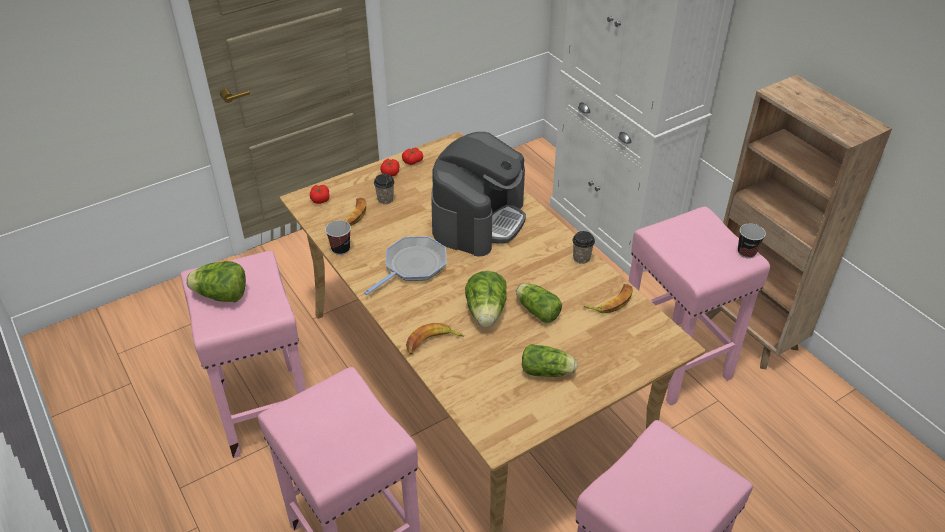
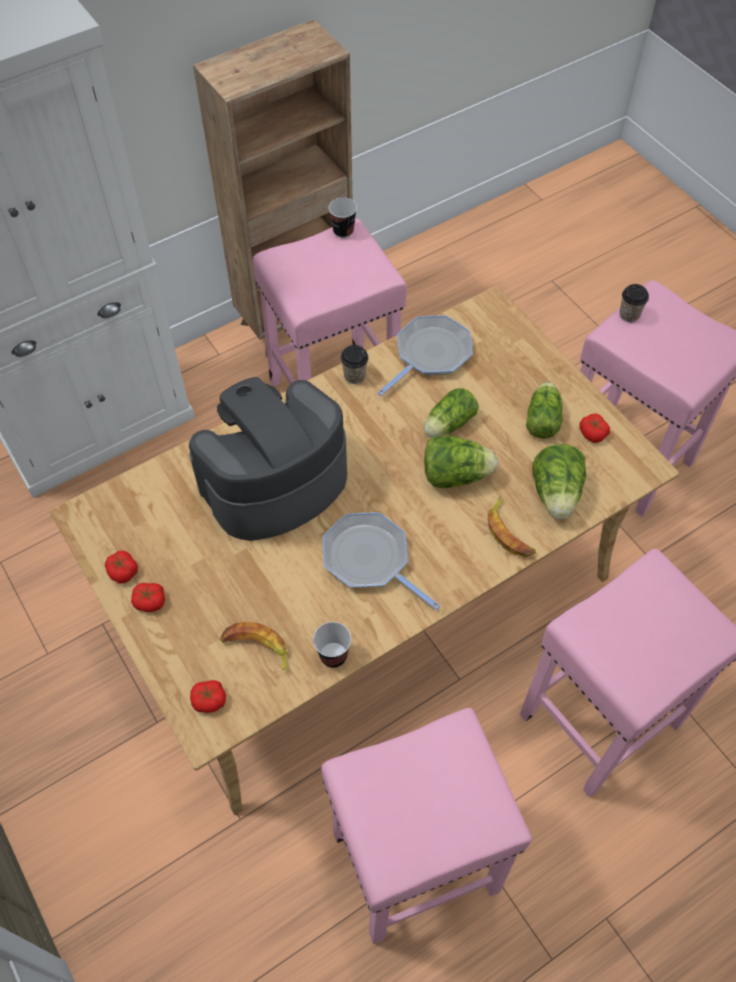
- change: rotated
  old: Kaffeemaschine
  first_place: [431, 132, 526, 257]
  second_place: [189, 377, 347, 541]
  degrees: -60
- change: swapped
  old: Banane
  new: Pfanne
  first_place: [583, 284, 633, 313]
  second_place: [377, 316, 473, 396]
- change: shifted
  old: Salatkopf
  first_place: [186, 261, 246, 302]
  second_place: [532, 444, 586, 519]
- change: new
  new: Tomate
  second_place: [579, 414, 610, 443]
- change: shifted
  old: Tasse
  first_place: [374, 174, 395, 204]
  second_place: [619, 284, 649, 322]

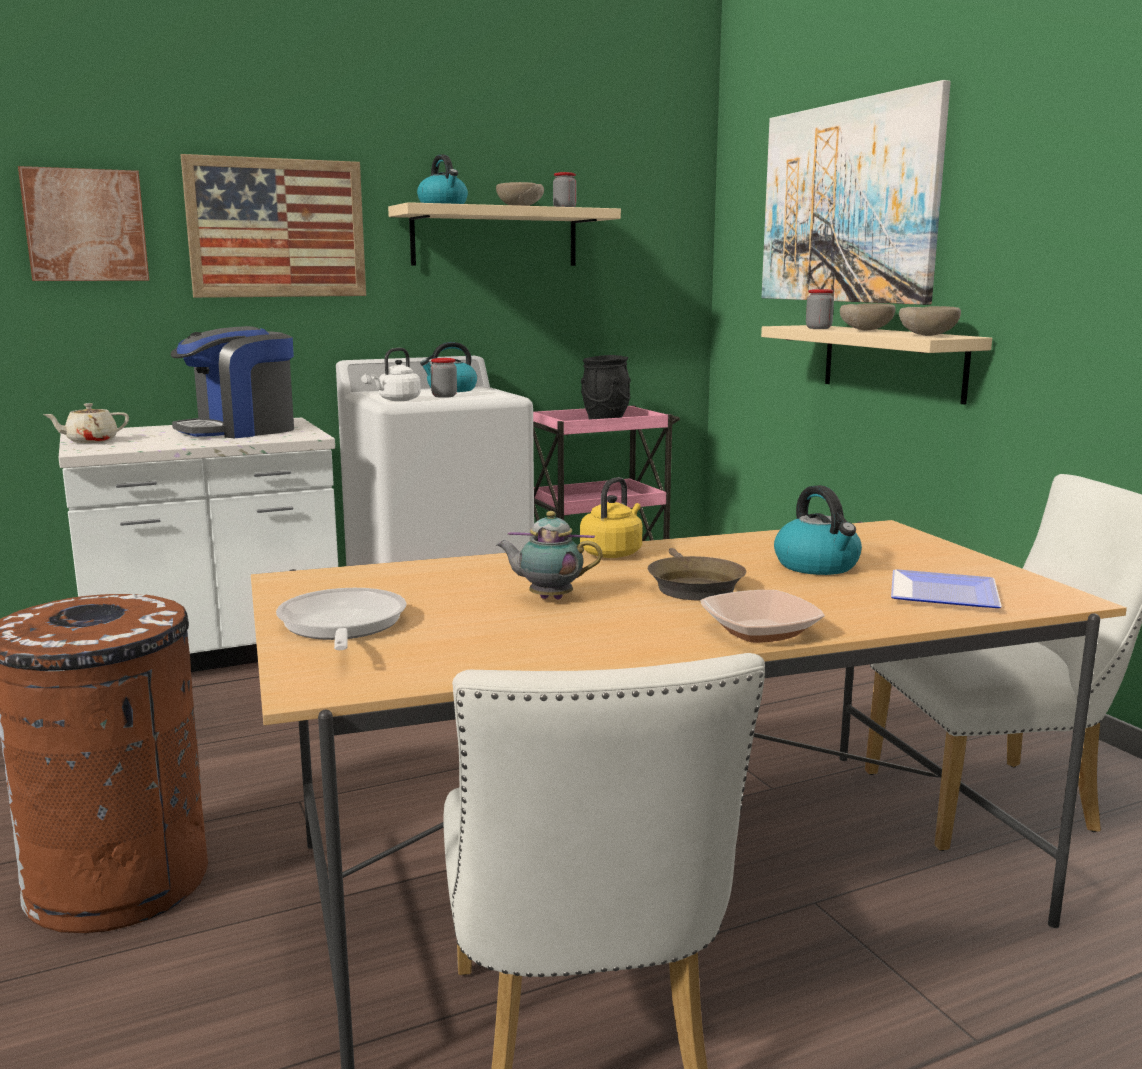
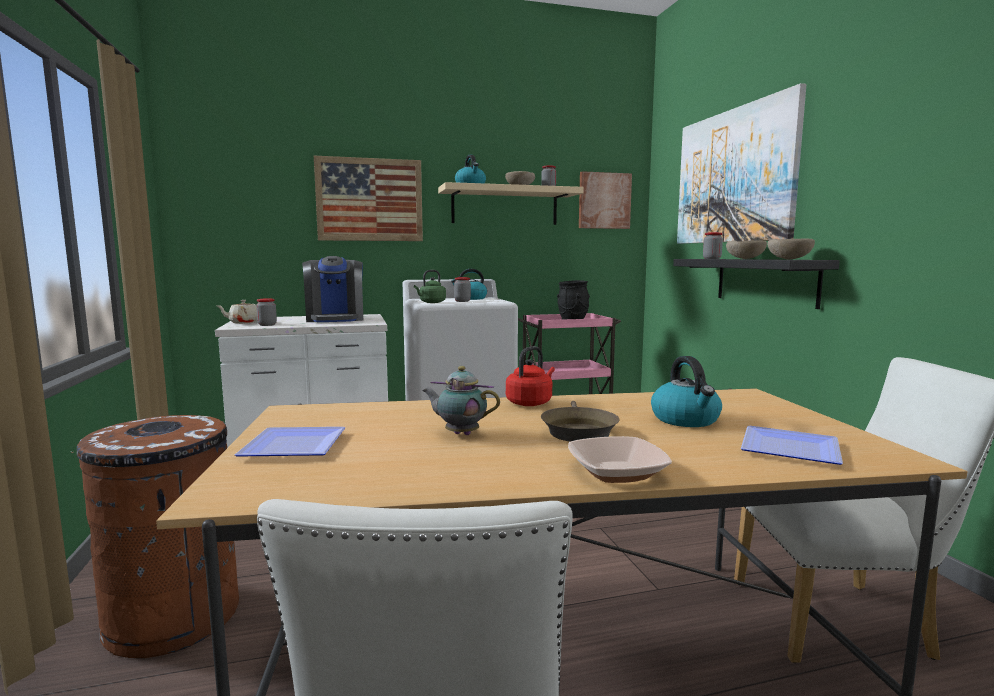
- change: swapped
  old: Pfanne
  new: Teller
  first_place: [276, 588, 406, 650]
  second_place: [235, 427, 346, 457]
- change: new
  new: Vorratsglas
  second_place: [256, 298, 277, 326]
- change: rotated
  old: Kaffeemaschine
  first_place: [171, 326, 294, 438]
  second_place: [302, 256, 363, 322]
  degrees: -75
- change: repainted
  old: Wasserkessel (weiß)
  new: Wasserkessel (grün)
  first_place: [371, 348, 421, 401]
  second_place: [414, 270, 446, 303]
- change: repainted
  old: Wasserkessel (gelb)
  new: Wasserkessel (rot)
  first_place: [580, 477, 642, 558]
  second_place: [506, 346, 555, 406]
- change: shifted
  old: Bild
  first_place: [18, 166, 149, 281]
  second_place: [579, 171, 632, 229]
- change: repainted
  old: Wandregal (beige)
  new: Wandregal (schwarz)
  first_place: [761, 325, 992, 405]
  second_place: [673, 259, 840, 309]

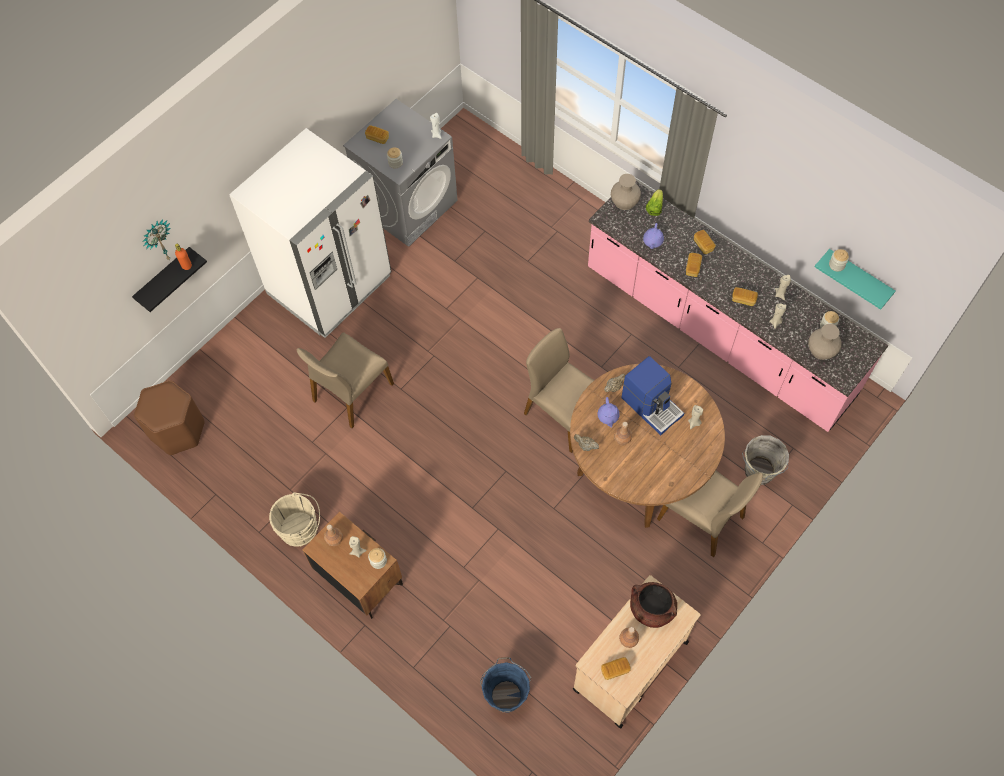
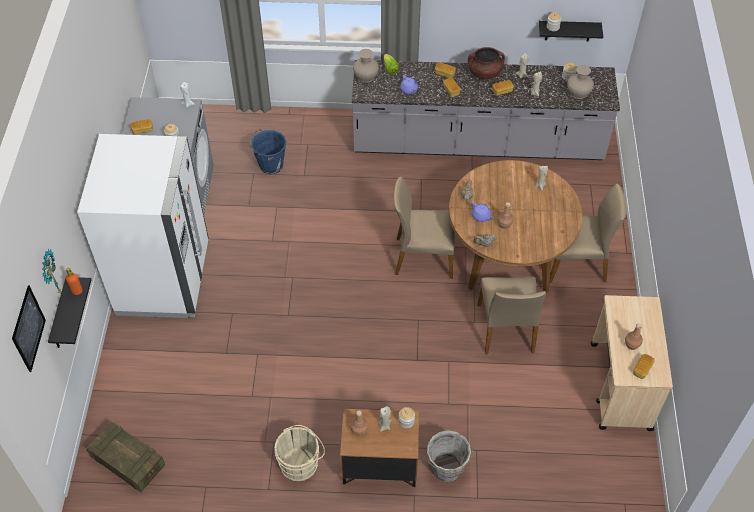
- change: new
  new: Bild
  second_place: [12, 285, 46, 372]
- change: swapped
  old: Hocker (braun)
  new: Kiste
  first_place: [134, 380, 205, 455]
  second_place: [87, 422, 165, 492]
- change: shifted
  old: Eimer (blau)
  first_place: [480, 657, 531, 712]
  second_place: [250, 129, 287, 174]
- change: repainted
  old: Küchenzeile (rosa)
  new: Küchenzeile (grau)
  first_place: [588, 181, 888, 432]
  second_place: [352, 60, 620, 160]
- change: shifted
  old: Eimer (grau)
  first_place: [742, 435, 789, 485]
  second_place: [427, 430, 473, 482]
- change: shifted
  old: Kochtopf (braun)
  first_place: [630, 582, 677, 628]
  second_place: [468, 47, 505, 79]
- change: shifted
  old: Stuhl (beige)
  first_place: [297, 332, 394, 428]
  second_place: [477, 276, 546, 354]
- change: repainted
  old: Wandregal (türkis)
  new: Wandregal (schwarz)
  first_place: [815, 249, 895, 310]
  second_place: [539, 21, 603, 41]
- change: gone
  old: Kaffeemaschine
  first_place: [621, 356, 684, 435]

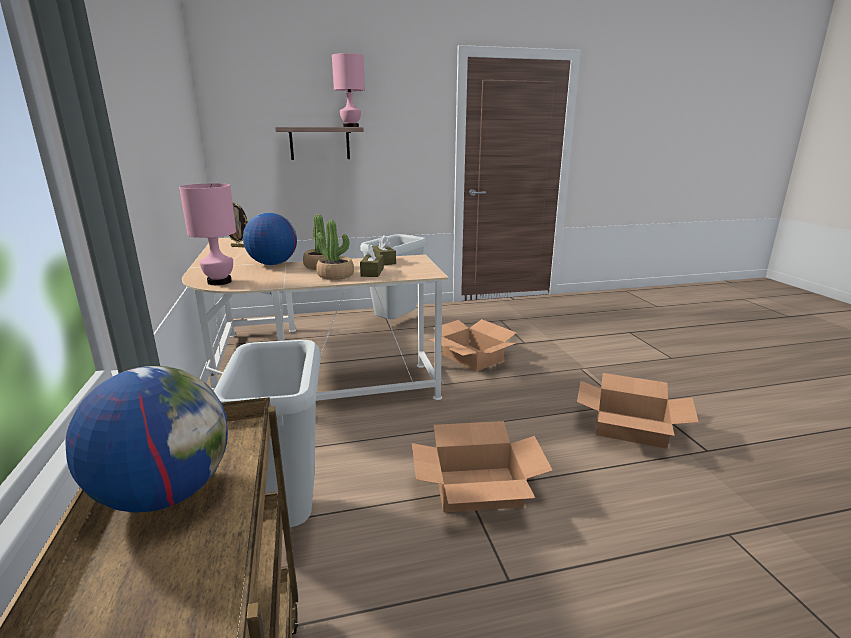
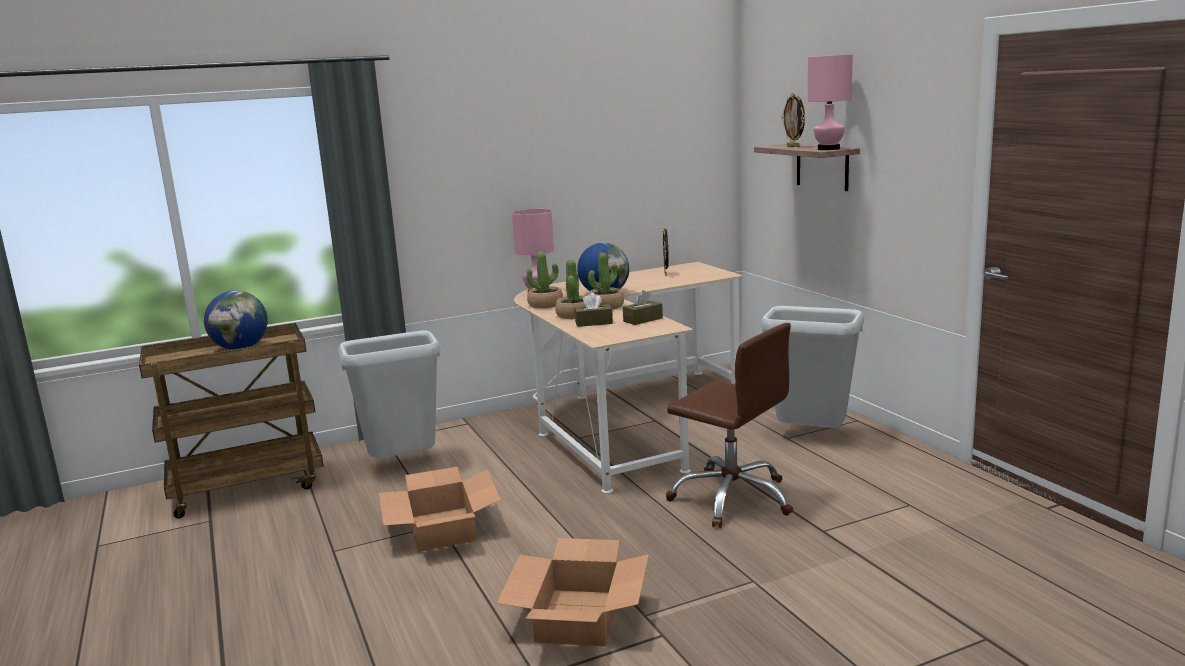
- change: new
  new: Topfpflanze
  second_place: [526, 252, 563, 308]
- change: swapped
  old: Karton
  new: Bürostuhl (braun)
  first_place: [429, 319, 516, 372]
  second_place: [666, 323, 793, 528]
- change: new
  new: Bilderrahmen
  second_place: [782, 93, 805, 147]

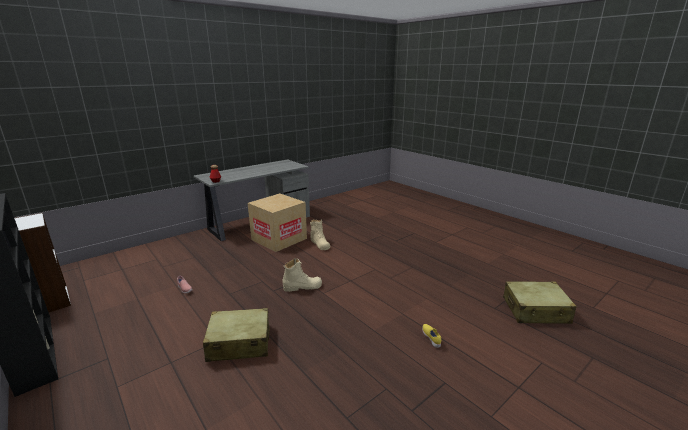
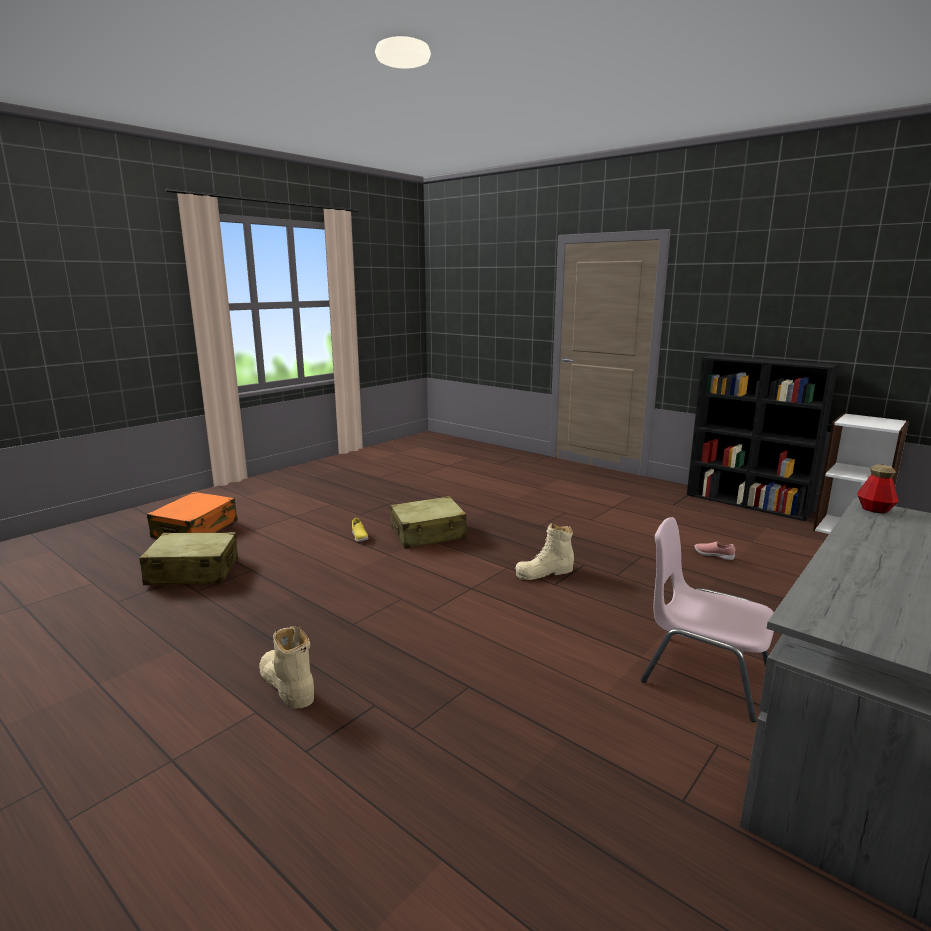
- change: new
  new: Koffer (orange)
  second_place: [147, 492, 238, 538]
- change: shifted
  old: Stiefel (beige)
  first_place: [310, 219, 330, 250]
  second_place: [259, 627, 314, 708]
- change: shifted
  old: Koffer (beige)
  first_place: [203, 308, 270, 362]
  second_place: [391, 496, 467, 549]
- change: swapped
  old: Karton
  new: Stuhl (rosa)
  first_place: [248, 193, 307, 252]
  second_place: [641, 517, 774, 722]

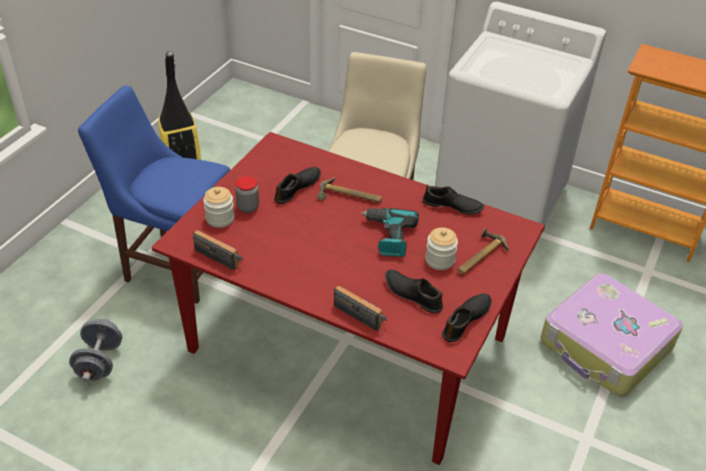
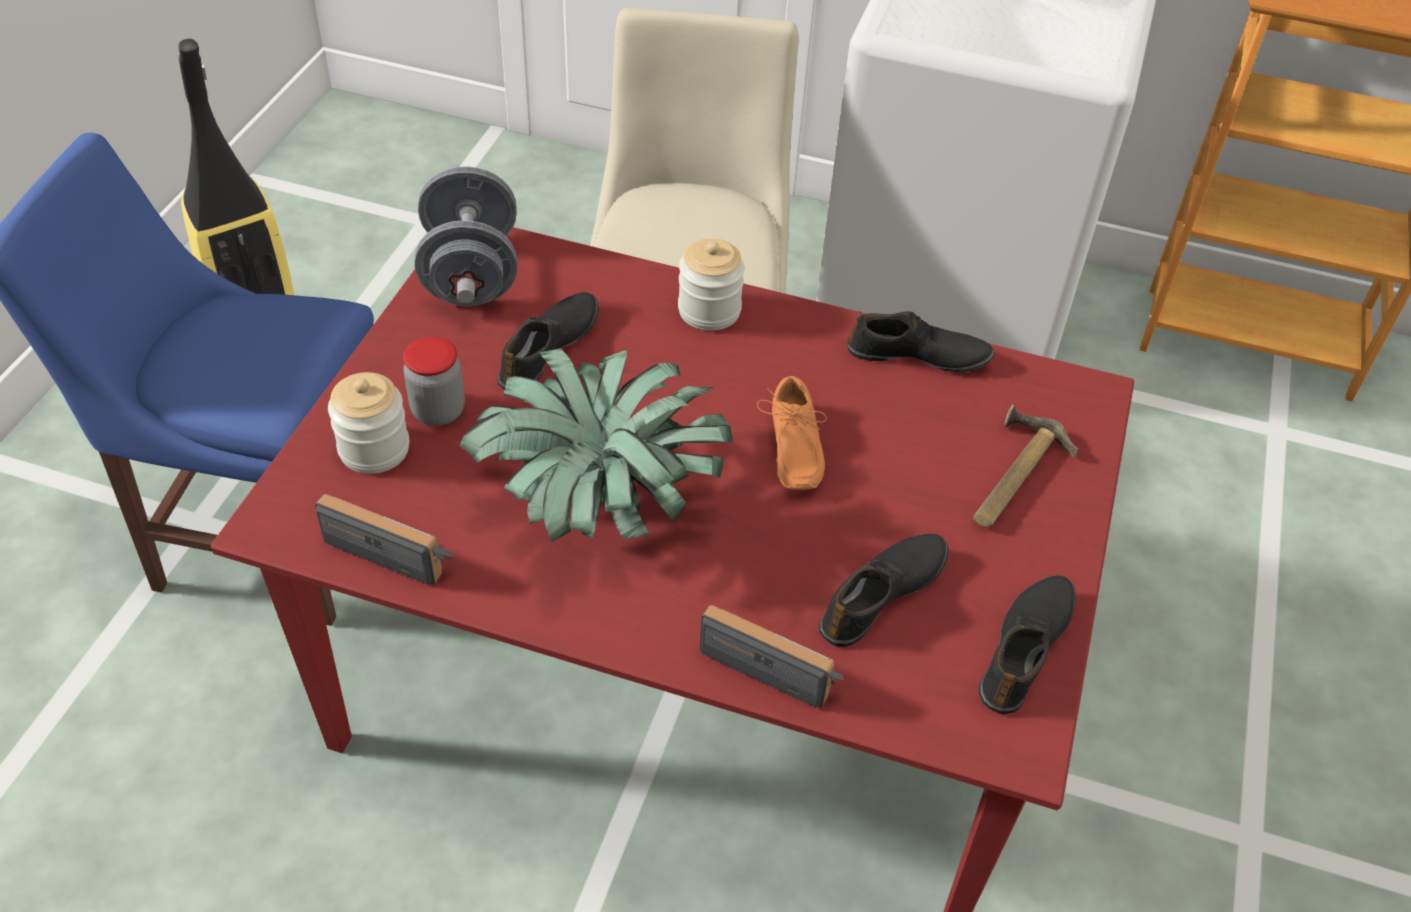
- change: shifted
  old: Hantel (grau)
  first_place: [69, 319, 122, 382]
  second_place: [415, 166, 517, 306]
- change: new
  new: Topfpflanze
  second_place: [459, 348, 733, 542]
- change: shifted
  old: Vorratsglas
  first_place: [425, 227, 458, 270]
  second_place: [678, 239, 745, 331]
- change: swapped
  old: Bohrmaschine
  new: Schuh (orange)
  first_place: [361, 208, 419, 257]
  second_place: [757, 376, 827, 490]
- change: rotated
  old: Schuh (schwarz)
  first_place: [385, 270, 443, 313]
  second_place: [819, 533, 948, 647]
  degrees: 105
- change: gone
  old: Hammer
  first_place: [317, 177, 382, 203]
- change: gone
  old: Koffer
  first_place: [540, 273, 683, 397]

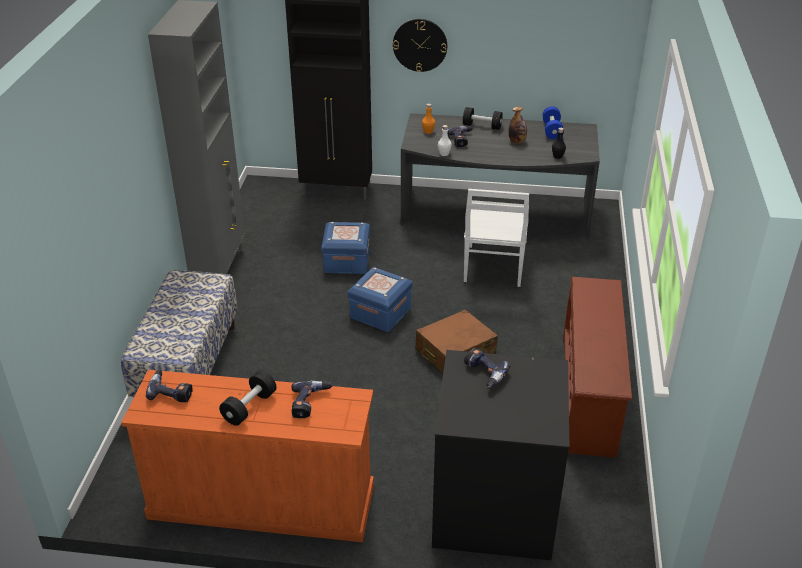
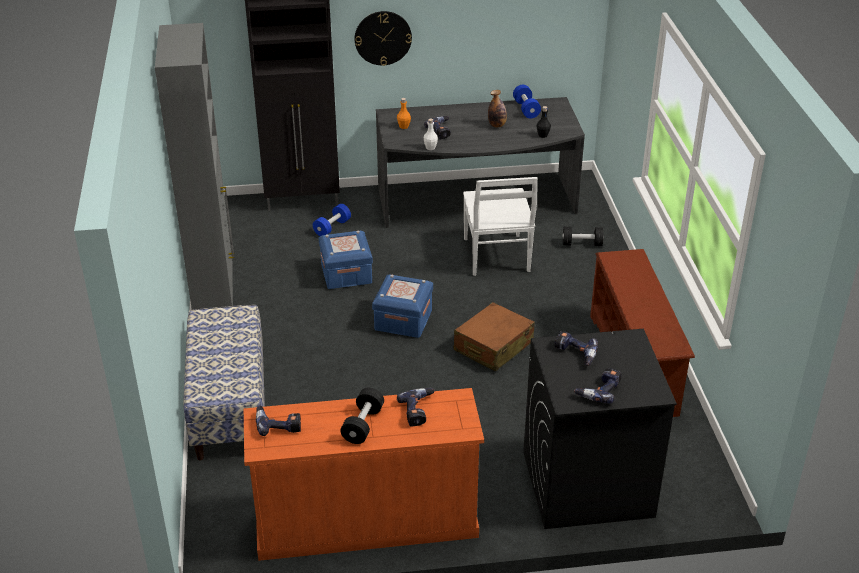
- change: new
  new: Hantel (blau)
  second_place: [313, 204, 351, 236]
- change: shifted
  old: Hantel (schwarz)
  first_place: [463, 107, 503, 130]
  second_place: [562, 227, 604, 246]
- change: new
  new: Bohrmaschine
  second_place: [574, 368, 621, 403]

